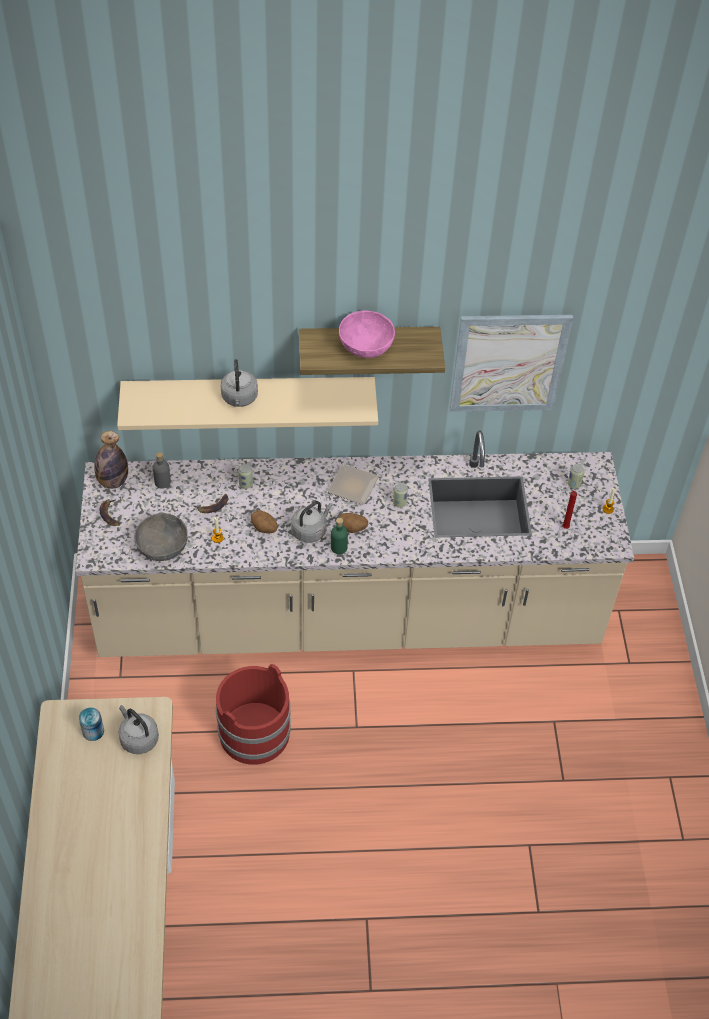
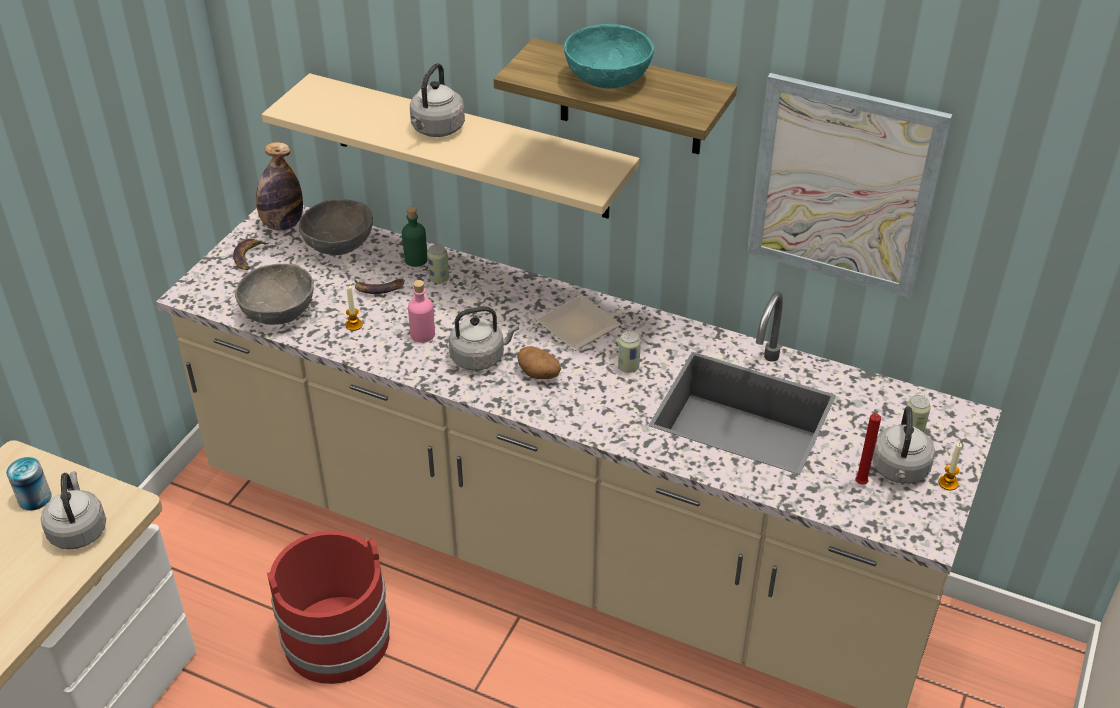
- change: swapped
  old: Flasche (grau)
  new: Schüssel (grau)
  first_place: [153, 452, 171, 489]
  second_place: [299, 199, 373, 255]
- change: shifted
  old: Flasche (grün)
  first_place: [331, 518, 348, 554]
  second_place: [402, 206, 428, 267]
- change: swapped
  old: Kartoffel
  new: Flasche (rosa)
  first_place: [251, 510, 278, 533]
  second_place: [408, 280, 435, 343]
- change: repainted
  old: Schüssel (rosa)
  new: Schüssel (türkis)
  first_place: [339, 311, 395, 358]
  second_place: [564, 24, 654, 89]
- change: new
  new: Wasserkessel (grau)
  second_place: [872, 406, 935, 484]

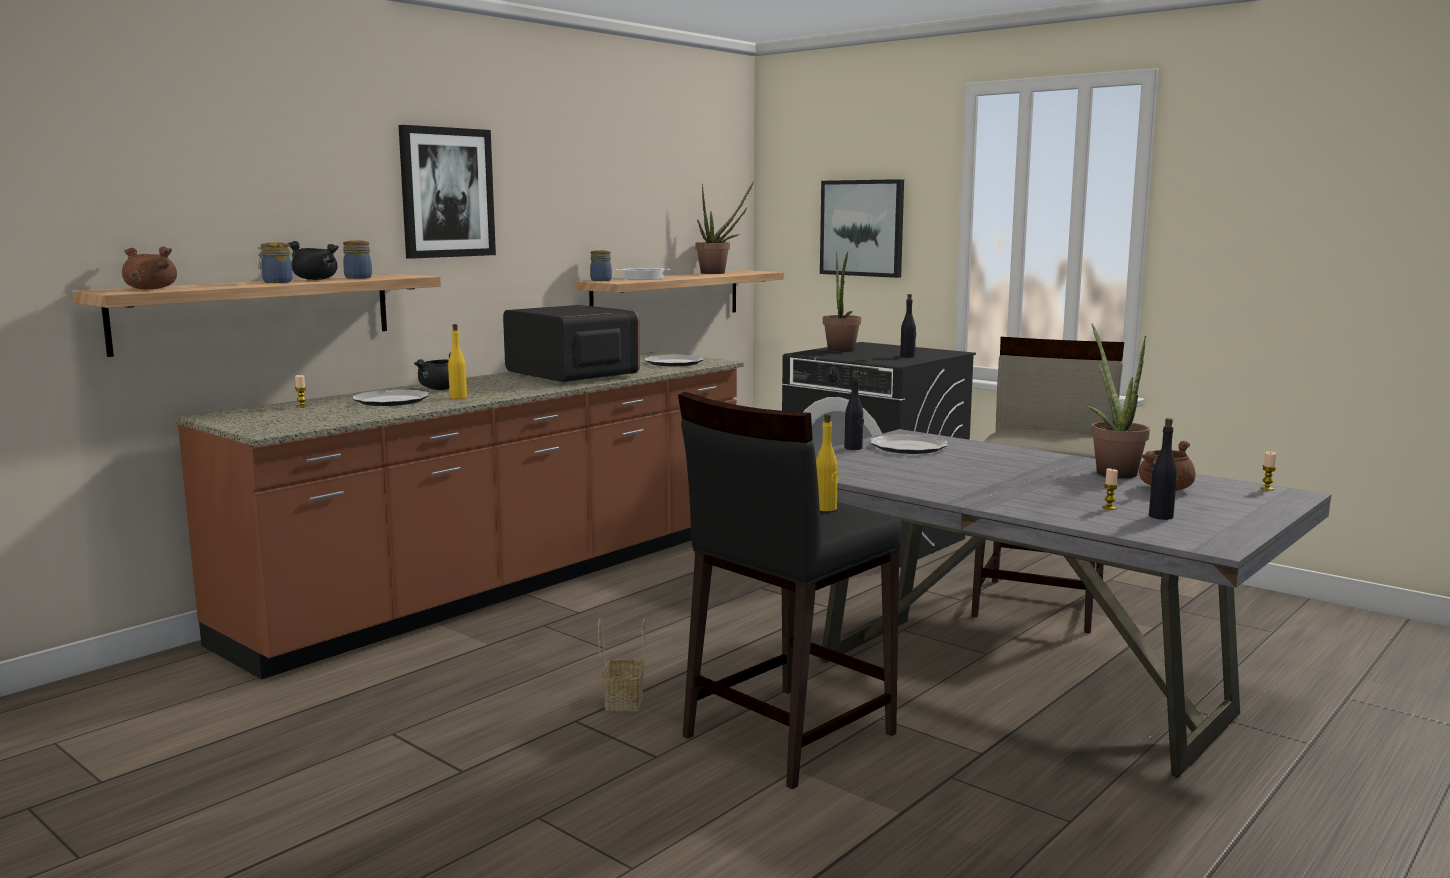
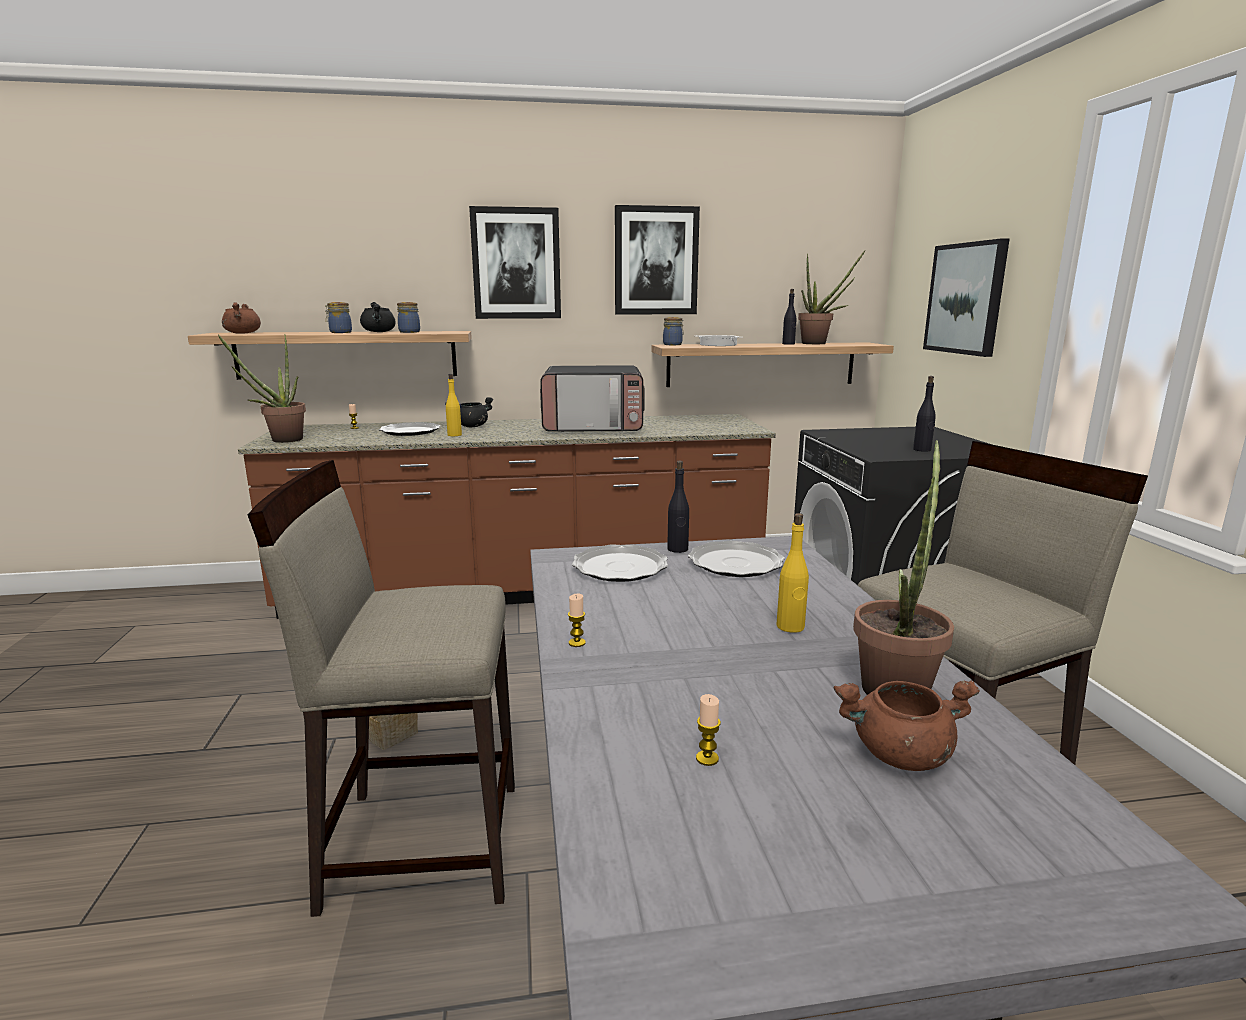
- change: shifted
  old: Topfpflanze
  first_place: [823, 252, 861, 352]
  second_place: [218, 334, 306, 443]
- change: repainted
  old: Hocker (schwarz)
  new: Hocker (beige)
  first_place: [678, 392, 902, 790]
  second_place: [248, 460, 515, 917]
- change: rotated
  old: Mikrowelle
  first_place: [503, 305, 640, 384]
  second_place: [540, 366, 645, 432]
  degrees: 90
- change: shifted
  old: Kerze
  first_place: [1260, 451, 1276, 491]
  second_place: [568, 594, 586, 647]
- change: shifted
  old: Teller
  first_place: [644, 355, 704, 366]
  second_place: [572, 544, 668, 582]
- change: new
  new: Bild
  second_place: [615, 205, 700, 315]
- change: shifted
  old: Flasche (gelb)
  first_place: [816, 413, 839, 511]
  second_place: [777, 513, 809, 633]
- change: shifted
  old: Flasche (schwarz)
  first_place: [1149, 418, 1178, 520]
  second_place: [782, 289, 796, 345]

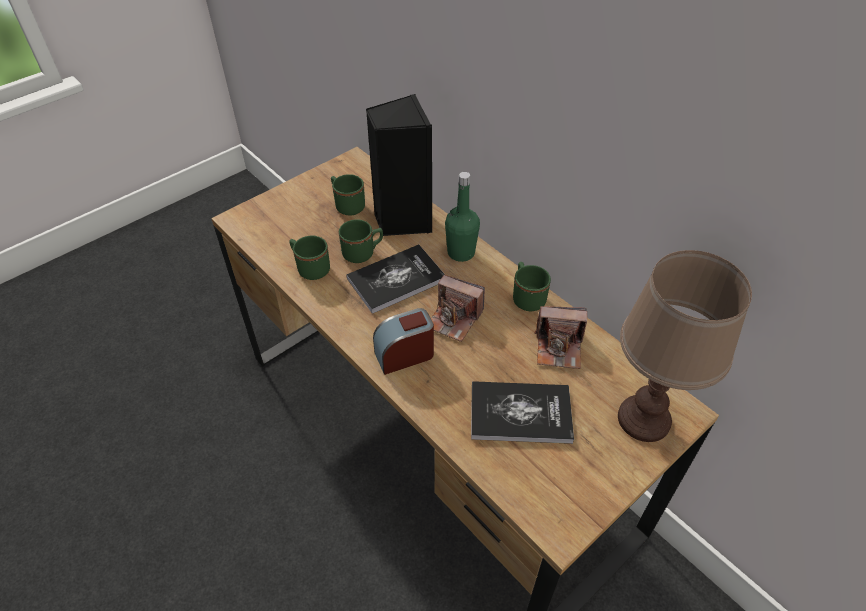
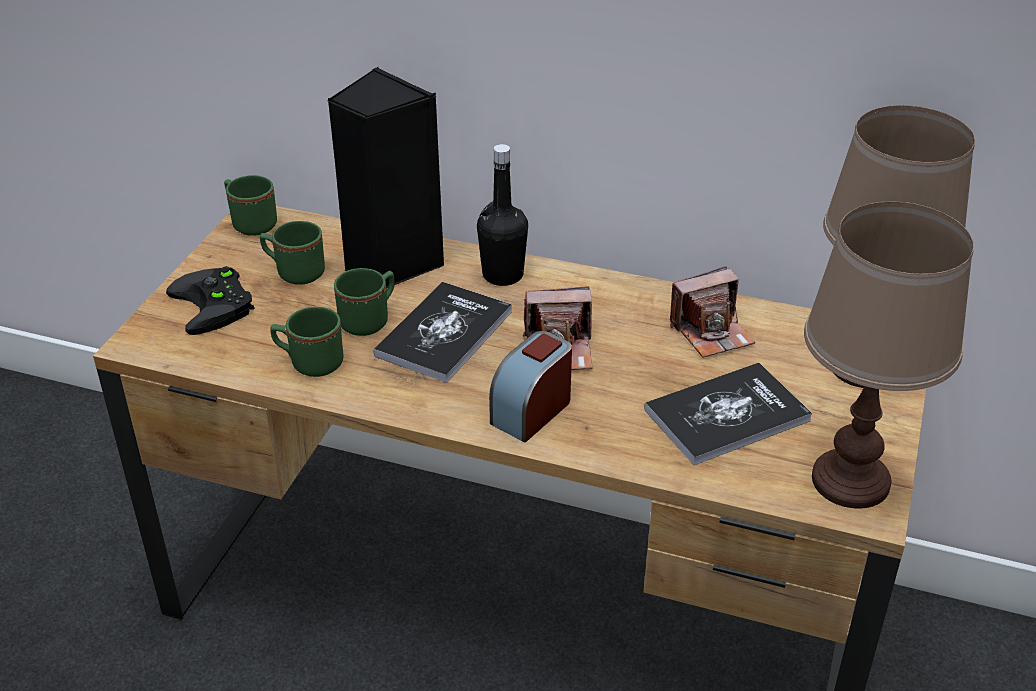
- change: new
  new: Gamepad (schwarz)
  second_place: [166, 266, 255, 335]
- change: shifted
  old: Henkelbecher (grün)
  first_place: [513, 262, 551, 311]
  second_place: [224, 175, 277, 236]
- change: repainted
  old: Flasche (grün)
  new: Flasche (schwarz)
  first_place: [445, 172, 480, 262]
  second_place: [477, 144, 528, 286]
- change: new
  new: Tischlampe (braun)
  second_place: [804, 201, 974, 509]

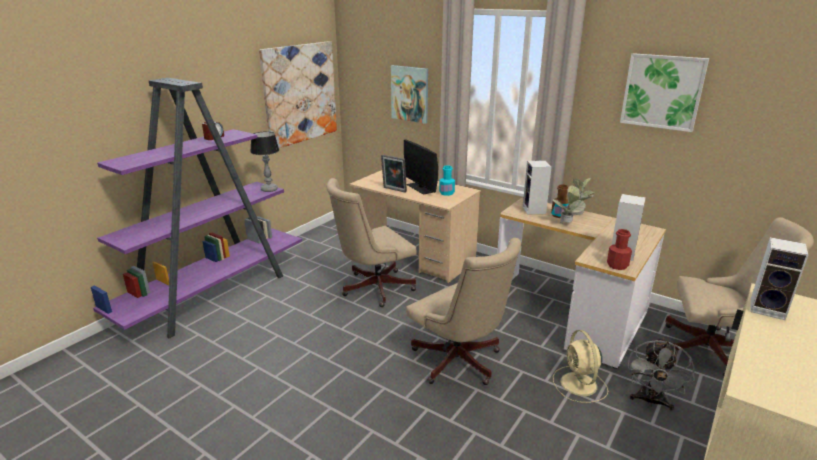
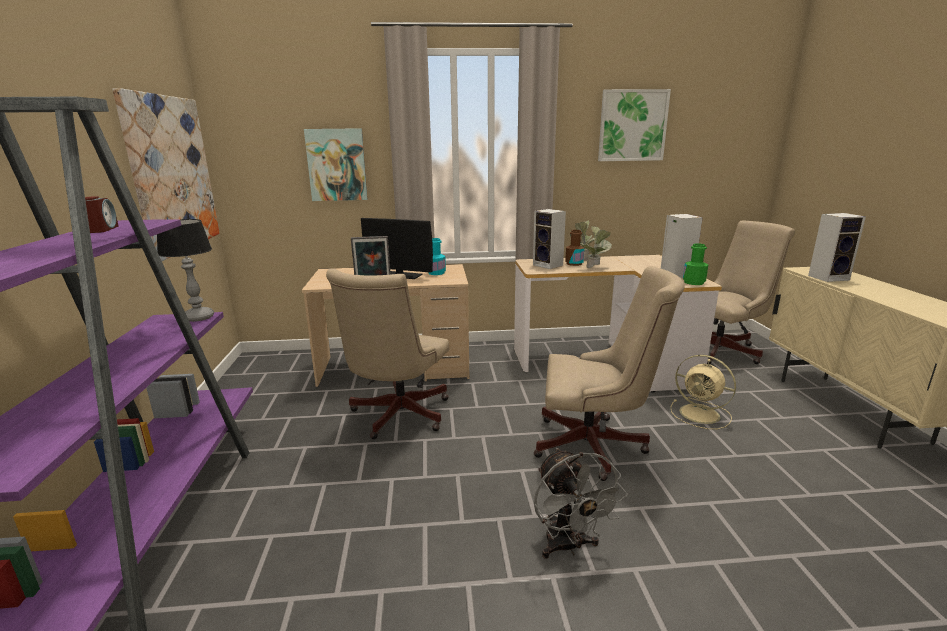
- change: shifted
  old: Ventilator (grau)
  first_place: [628, 338, 695, 411]
  second_place: [534, 448, 628, 559]
- change: repainted
  old: Flasche (rot)
  new: Flasche (grün)
  first_place: [607, 229, 632, 270]
  second_place: [683, 243, 708, 285]

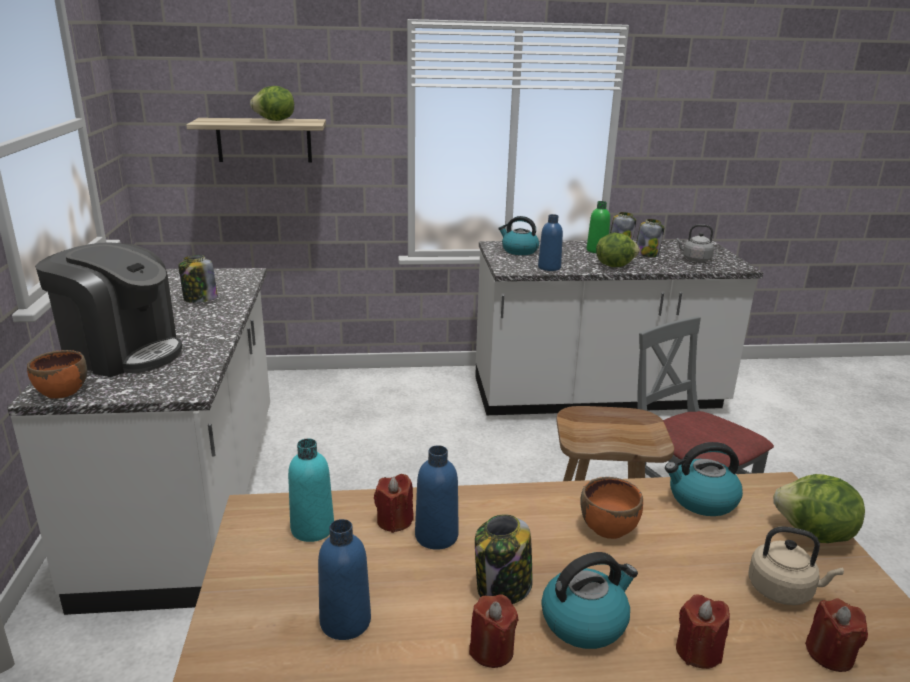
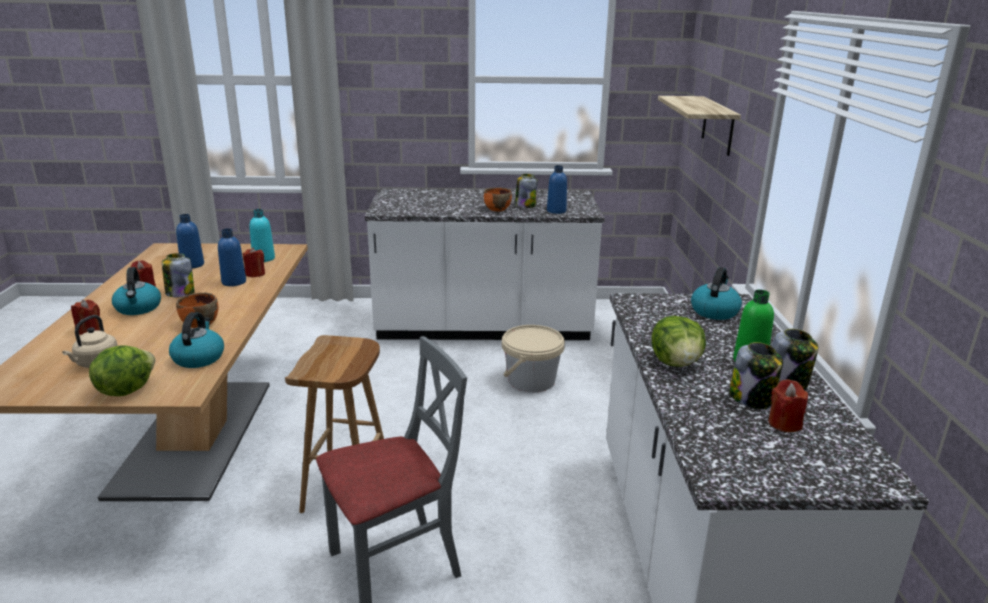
- change: shifted
  old: Schüssel (orange)
  first_place: [27, 350, 87, 399]
  second_place: [484, 187, 512, 211]
- change: new
  new: Eimer (beige)
  second_place: [502, 325, 565, 392]
- change: shifted
  old: Flasche (blau)
  first_place: [538, 214, 563, 271]
  second_place: [547, 165, 567, 214]
- change: shifted
  old: Kerze (rot)
  first_place: [805, 599, 868, 672]
  second_place: [768, 379, 808, 432]
- change: gone
  old: Kaffeemaschine
  first_place: [35, 242, 182, 377]
- change: gone
  old: Salatkopf
  first_place: [250, 86, 294, 121]
- change: gone
  old: Wasserkessel (grau)
  first_place: [676, 224, 714, 262]

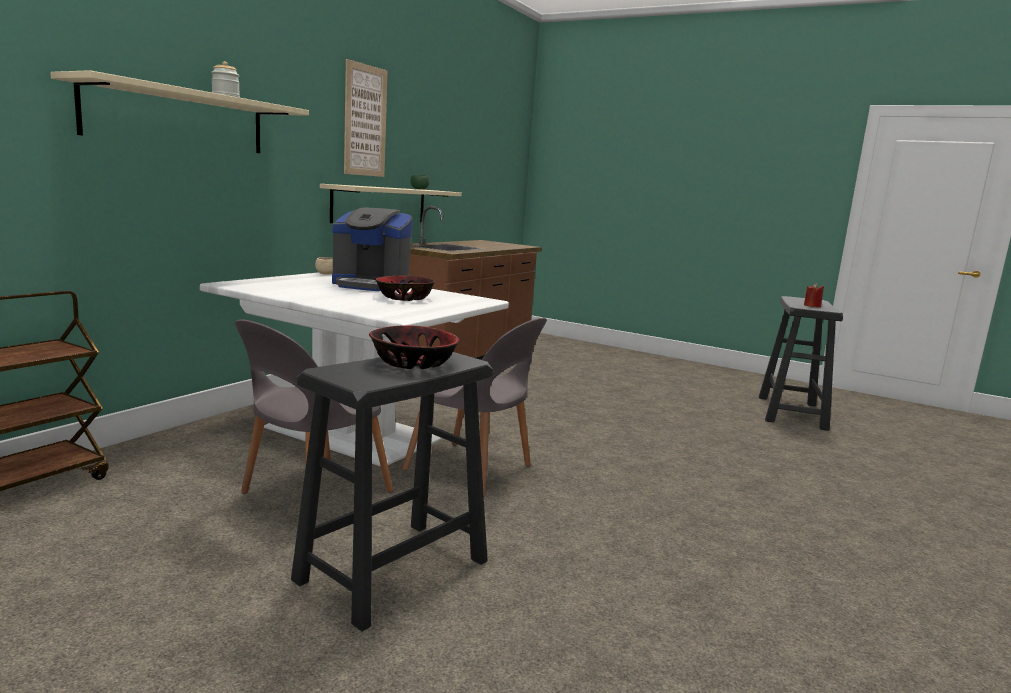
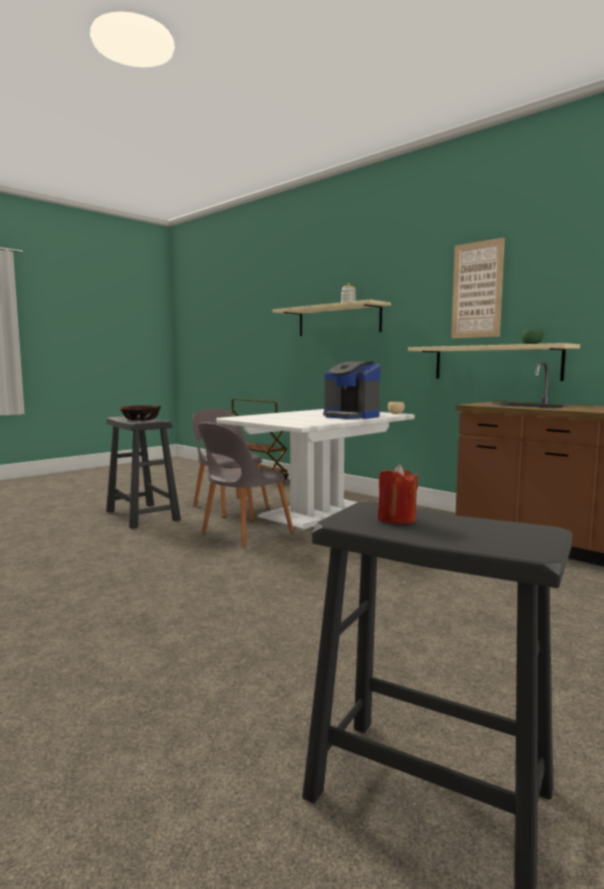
- change: rotated
  old: Kaffeemaschine
  first_place: [332, 208, 412, 291]
  second_place: [323, 361, 381, 419]
  degrees: -75
- change: gone
  old: Schüssel
  first_place: [375, 275, 436, 301]

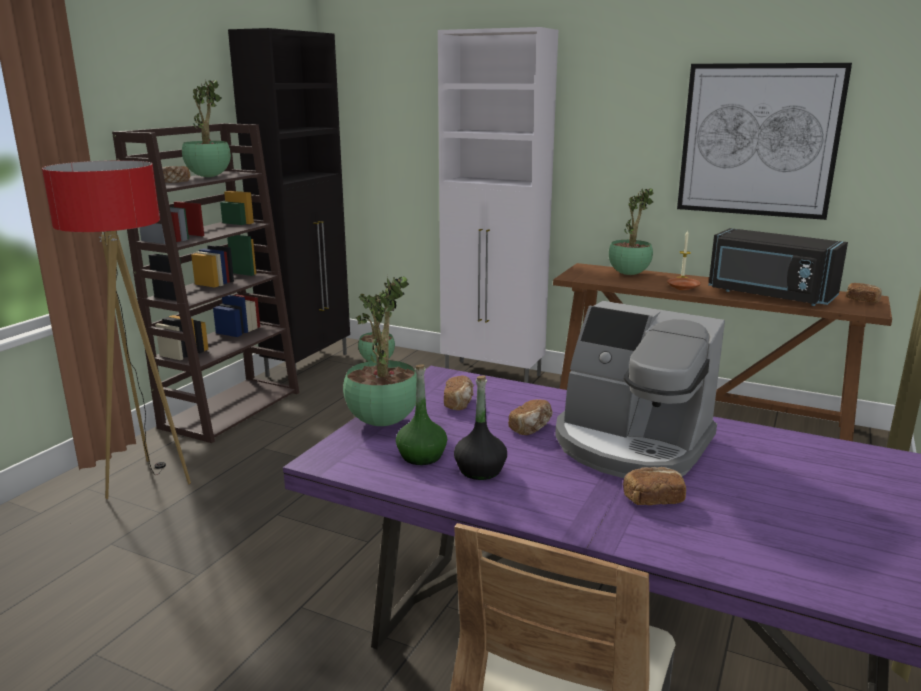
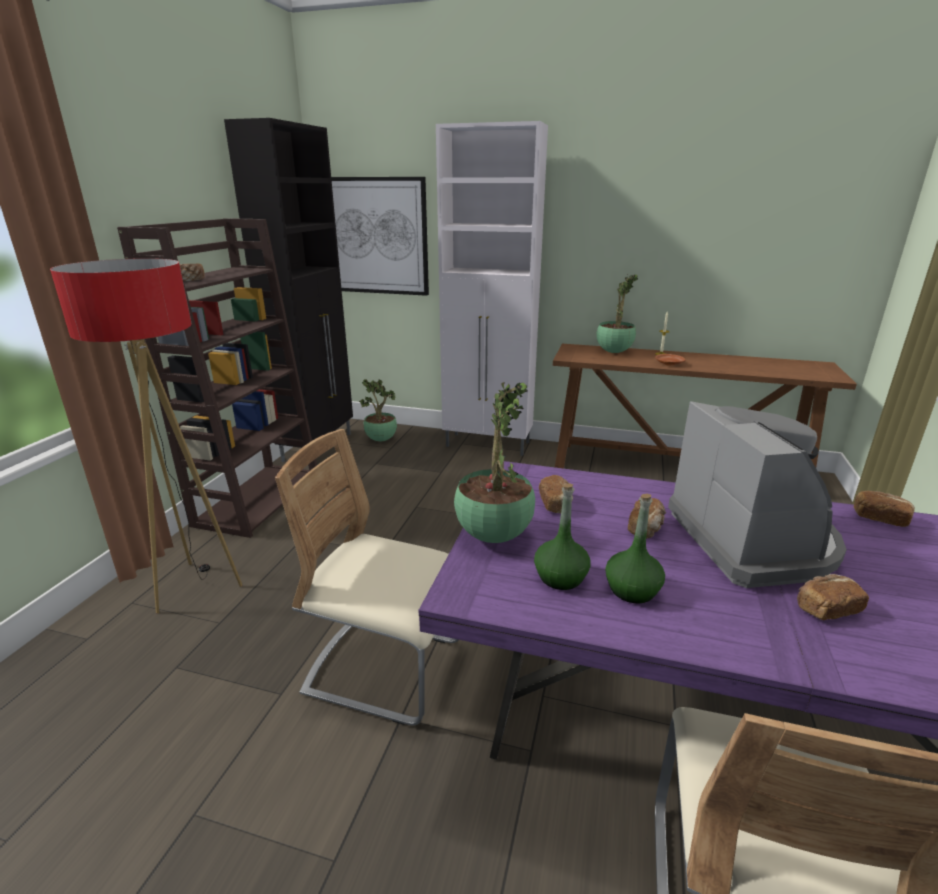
- change: new
  new: Stuhl (beige)
  second_place: [275, 429, 458, 725]
- change: shifted
  old: Bild
  first_place: [677, 63, 852, 220]
  second_place: [331, 177, 429, 296]
- change: repainted
  old: Flasche (schwarz)
  new: Flasche (grün)
  first_place: [454, 376, 507, 480]
  second_place: [605, 494, 665, 604]
- change: rotated
  old: Kaffeemaschine
  first_place: [555, 301, 725, 478]
  second_place: [668, 401, 847, 588]
  degrees: -120
- change: shifted
  old: Brot
  first_place: [846, 283, 882, 303]
  second_place: [854, 491, 915, 527]
- change: gone
  old: Topfpflanze
  first_place: [182, 80, 231, 177]
- change: gone
  old: Mikrowelle (schwarz)
  first_place: [708, 228, 848, 306]

